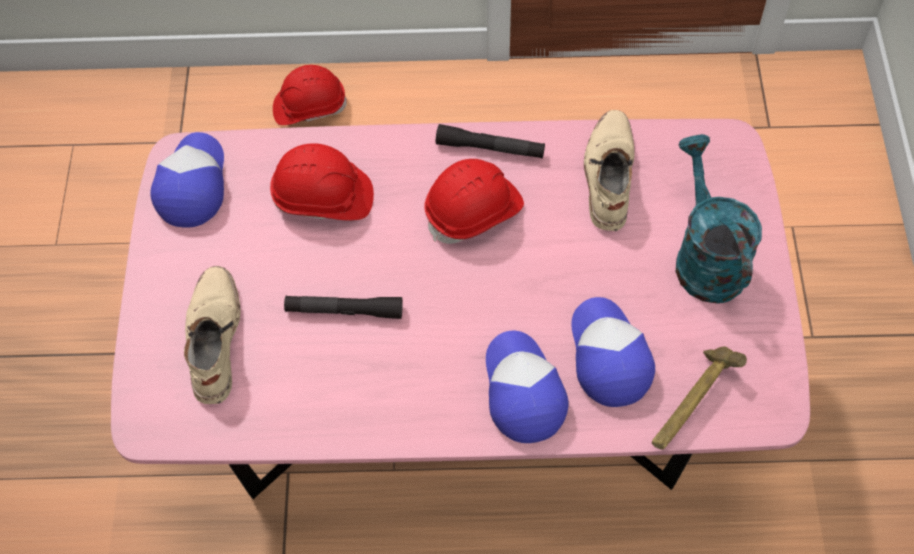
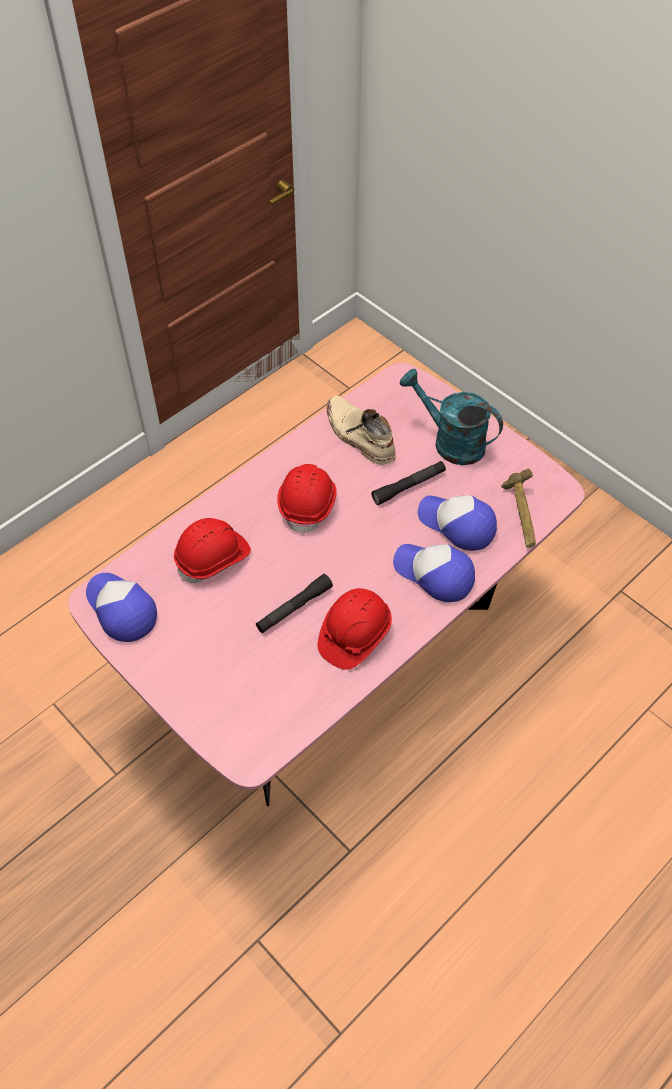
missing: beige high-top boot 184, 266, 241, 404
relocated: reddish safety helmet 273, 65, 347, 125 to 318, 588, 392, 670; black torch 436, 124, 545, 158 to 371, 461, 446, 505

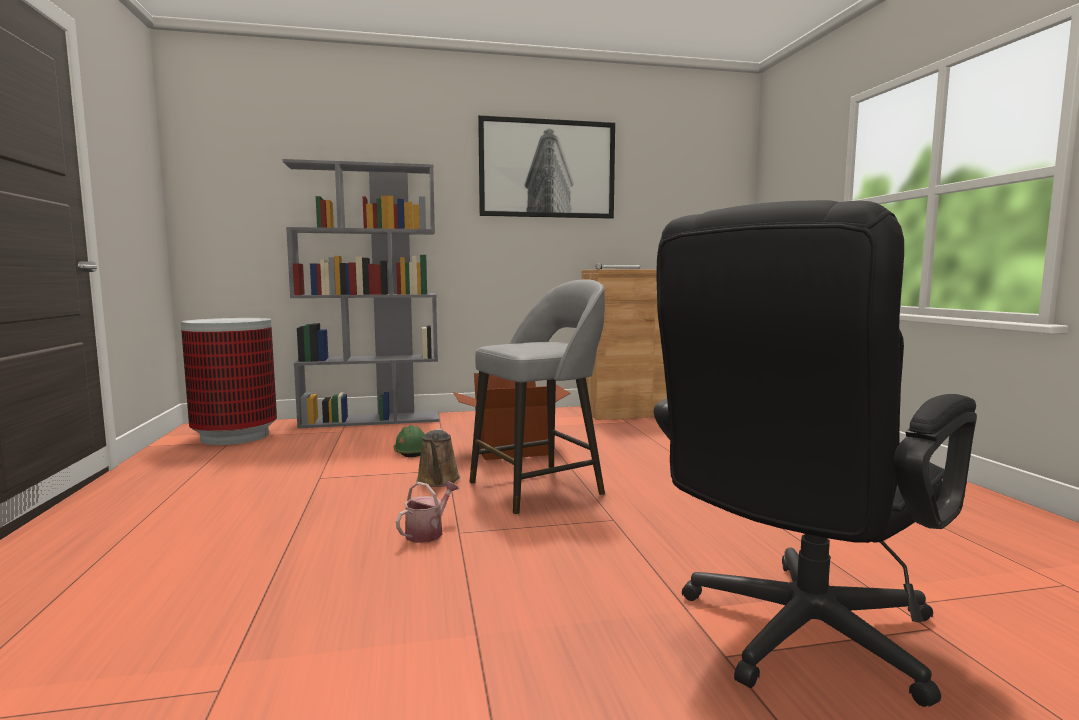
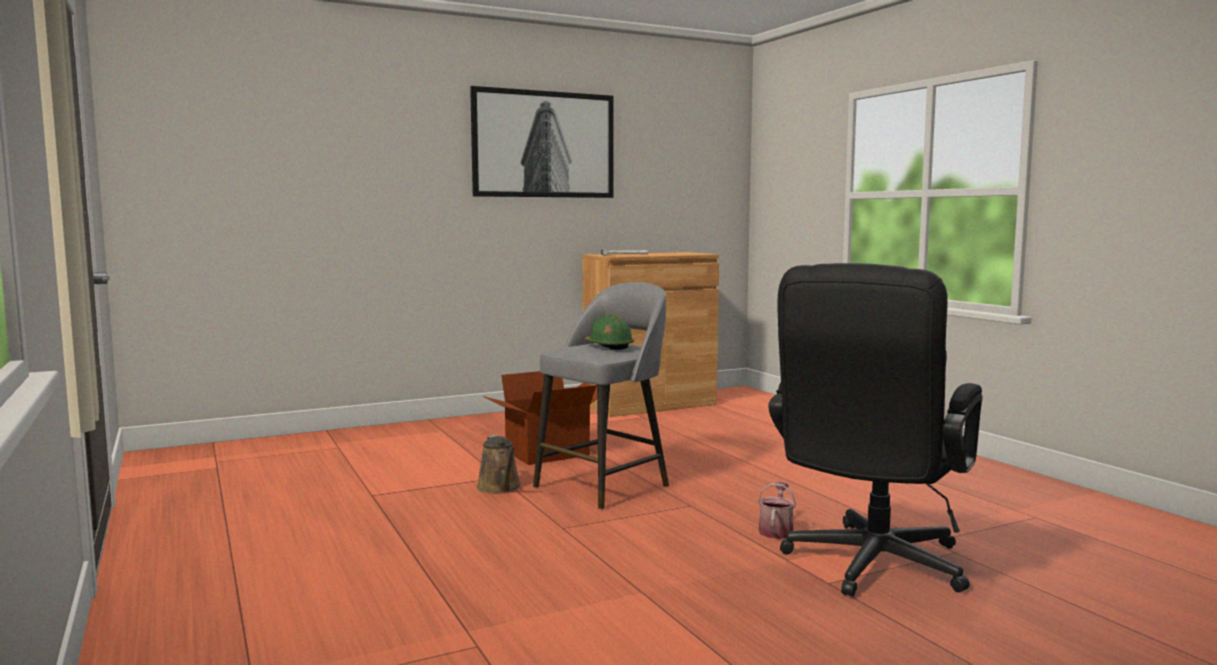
missing: rubbish bin 181, 318, 277, 445; greyish bookshelf 282, 159, 439, 428
relocated: green-coloured safety helmet 393, 425, 425, 457 to 585, 314, 634, 350; sprinkling can 396, 481, 459, 543 to 758, 482, 796, 539

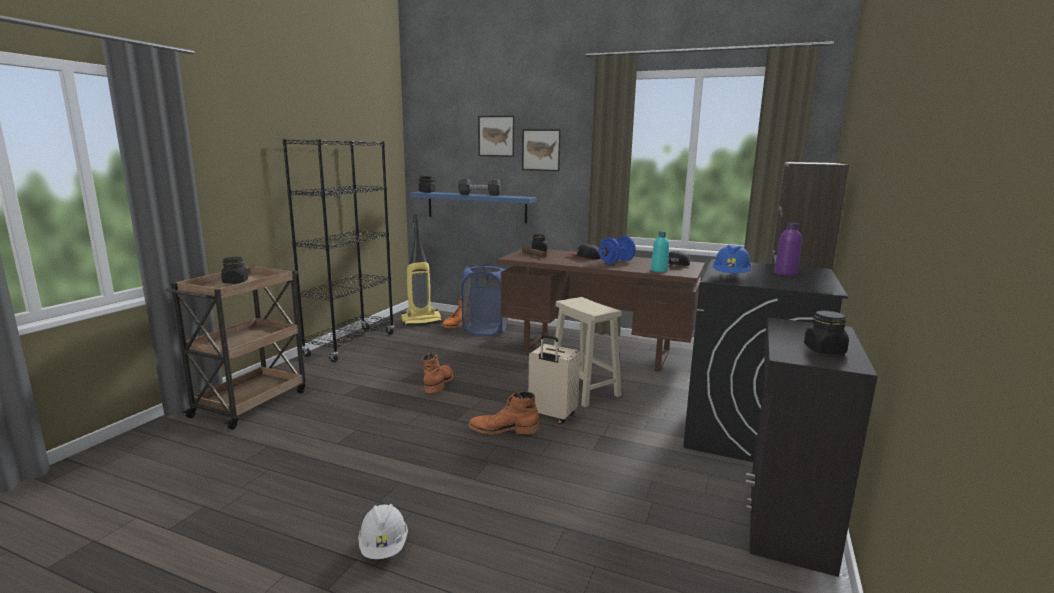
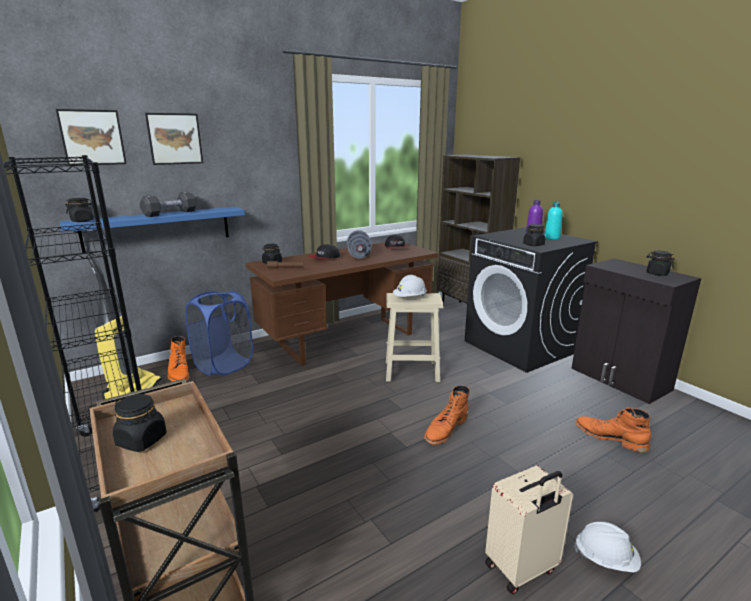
appeared: white-coloured safety helmet 393, 275, 427, 297
relocated: orangey high-top boot 422, 353, 454, 393 to 576, 408, 651, 452; wall art 522, 129, 561, 171 to 56, 109, 127, 165; beige piece of luggage 528, 335, 580, 424 to 485, 465, 573, 595; turquoise beverage bottle 651, 232, 669, 272 to 544, 202, 563, 240
exchanged: blue safety helmet 713, 244, 752, 273 to black preserve jar 523, 224, 545, 246
colour: blue hand weight 599, 236, 636, 264 to greyish hand weight 347, 230, 372, 259

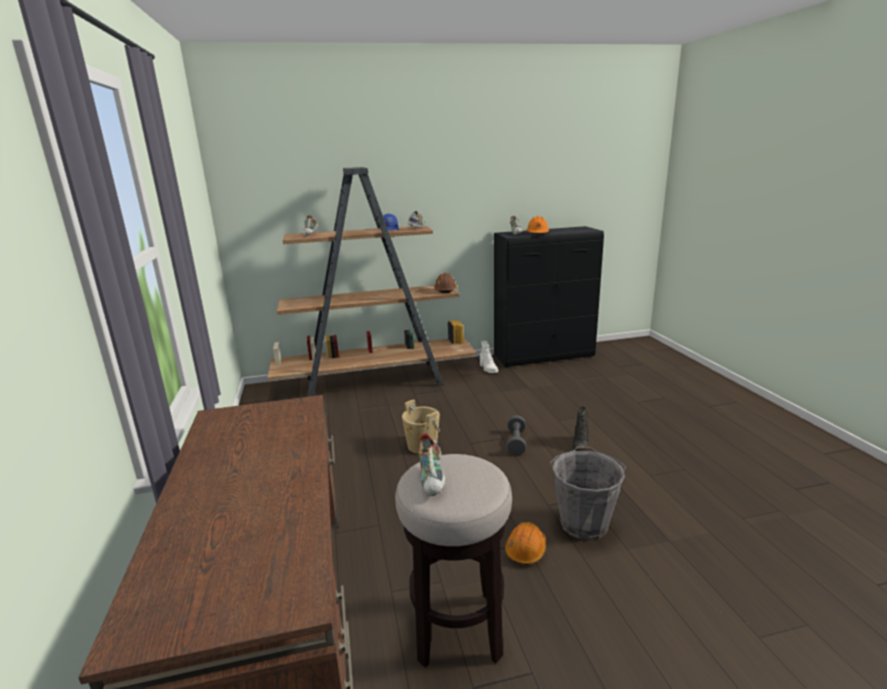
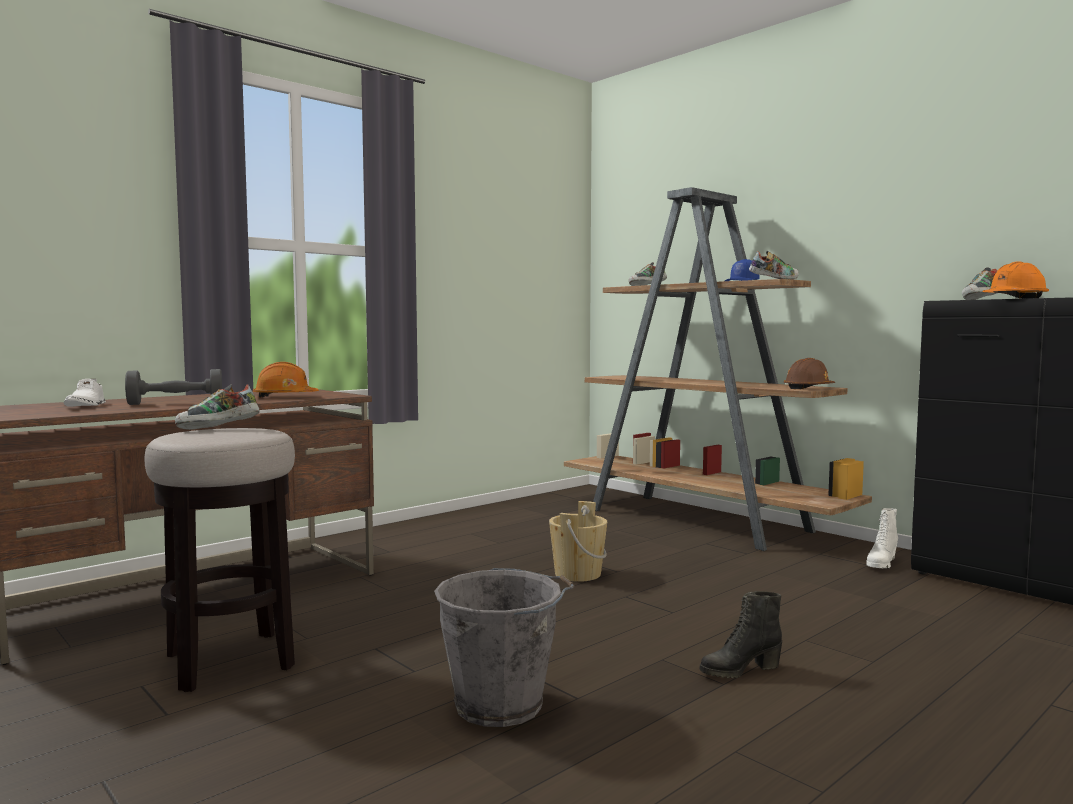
appeared: white-coloured shoe 64, 379, 106, 407
relocated: orangey safety helmet 505, 522, 546, 565 to 253, 362, 319, 398; greyish hand weight 506, 415, 526, 456 to 125, 369, 222, 405

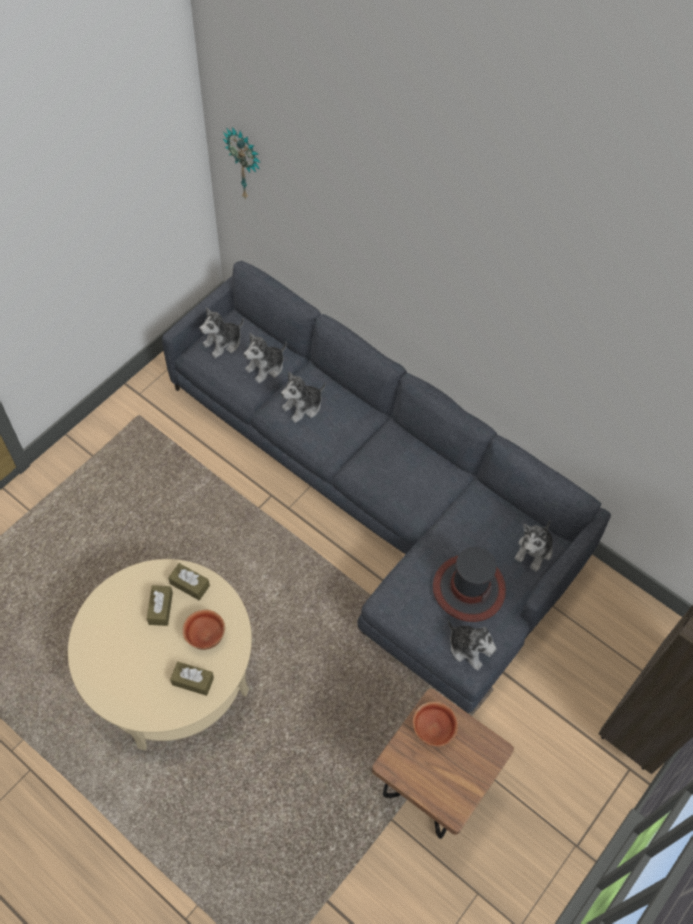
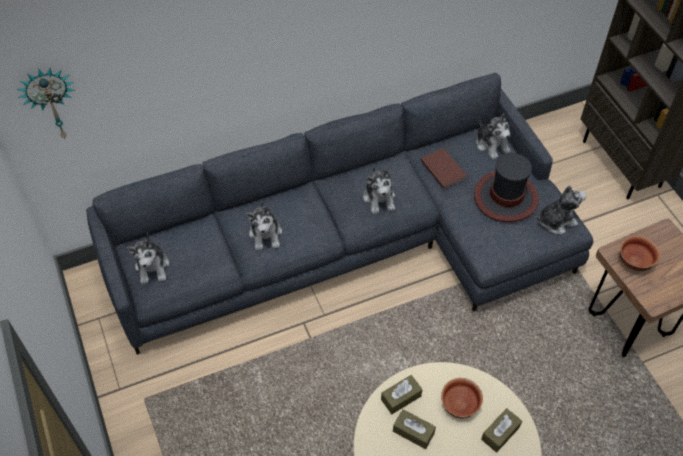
appeared: brown book 421, 148, 467, 189
relocated: plush toy 244, 333, 287, 383 to 363, 166, 395, 214

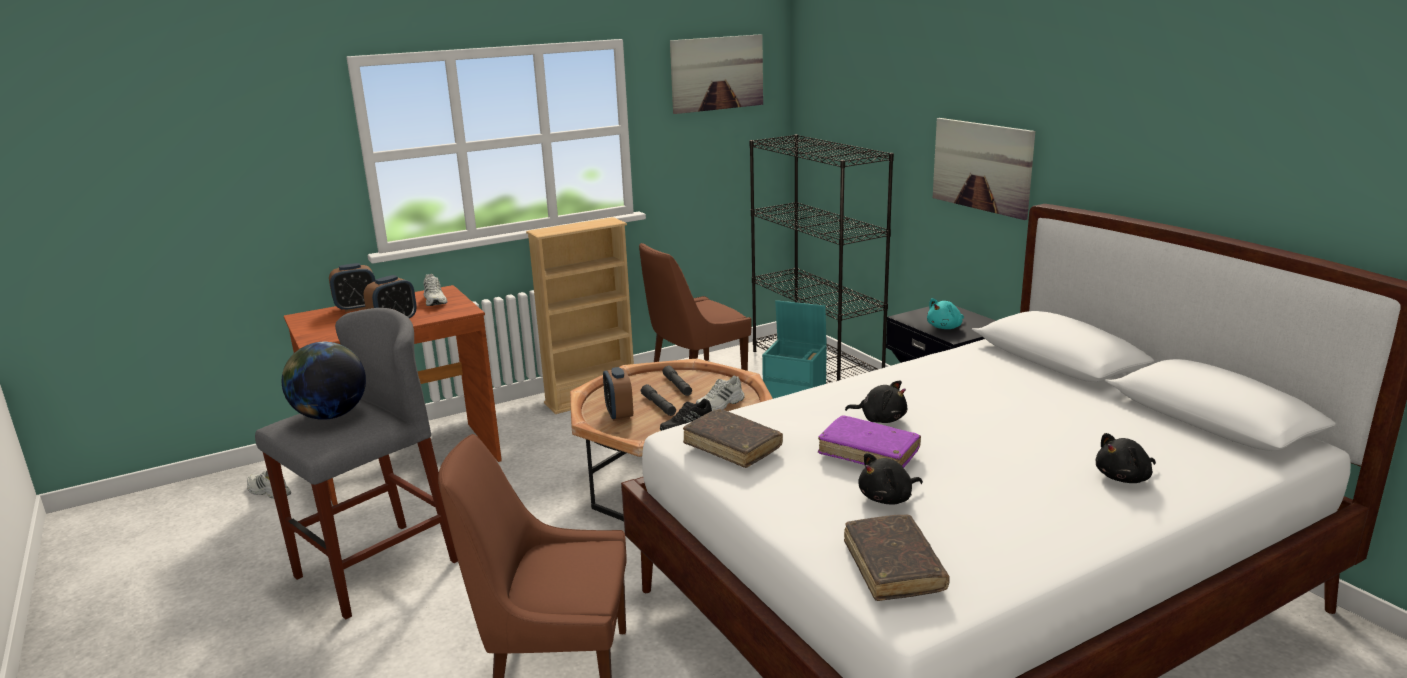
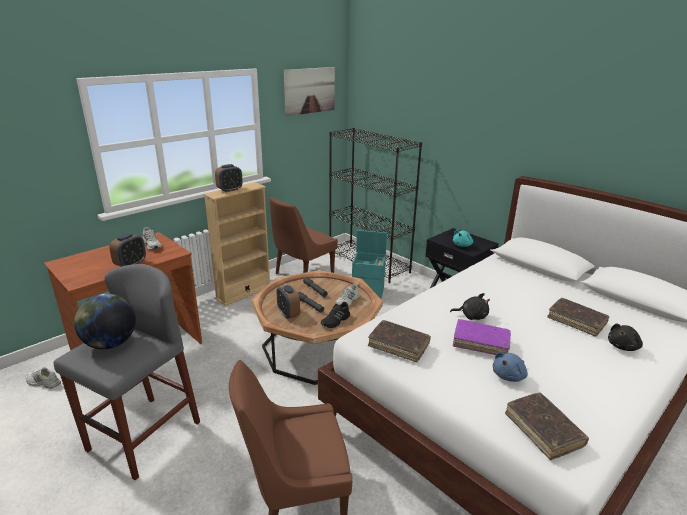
missing: wall art 933, 118, 1035, 220
appeared: brown book 547, 298, 609, 337
relocated: bedside clock 329, 263, 375, 312 to 215, 164, 243, 192
colour: black plush toy 858, 453, 923, 504 to blue plush toy 492, 351, 528, 382

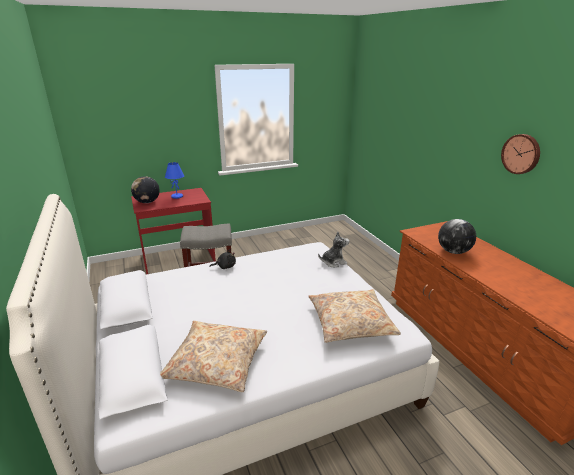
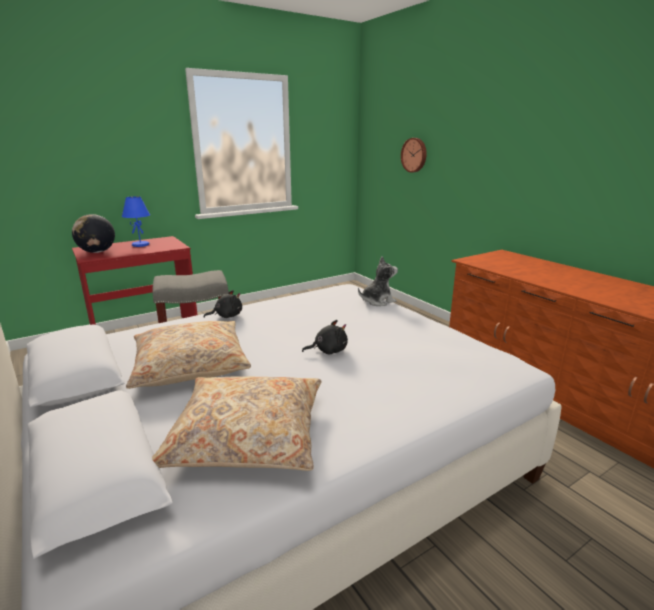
missing: globe 438, 219, 476, 254
appeared: black plush toy 302, 320, 348, 355
relocated: beige cushion 309, 289, 401, 343 to 126, 321, 251, 389; wall clock 501, 134, 540, 174 to 401, 138, 427, 173

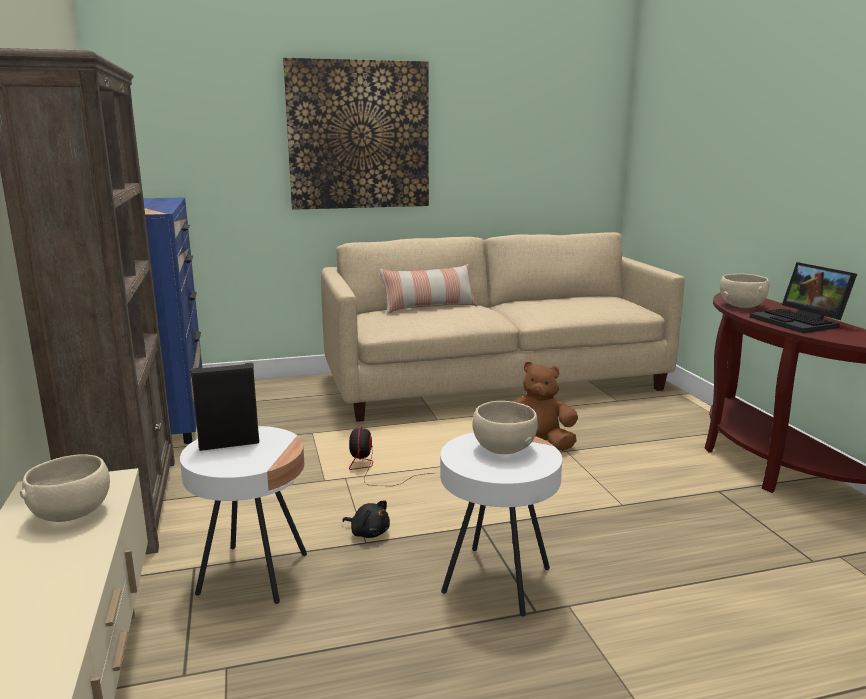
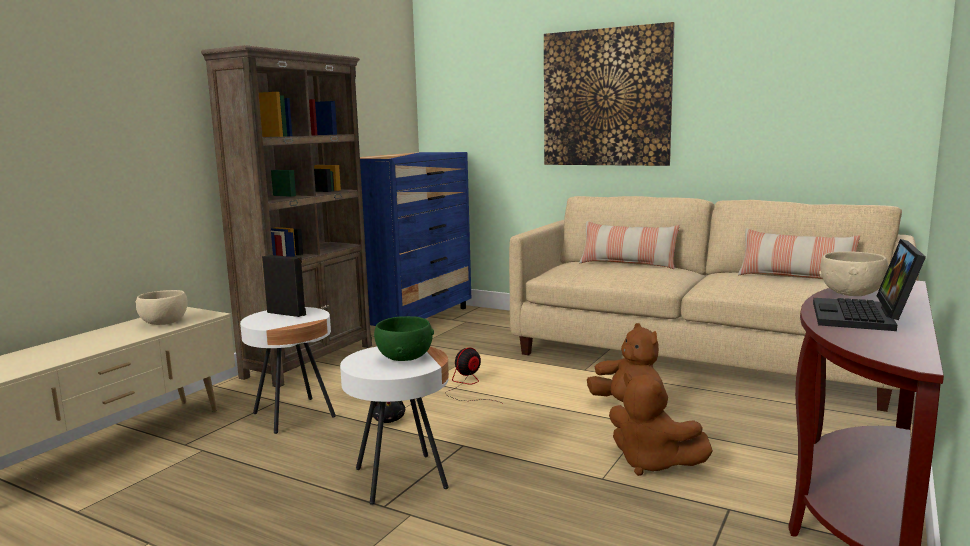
appeared: brown plush toy 609, 373, 713, 476; cushion 738, 228, 860, 279
colour: beige serving bowl 472, 401, 538, 454 to green-coloured serving bowl 374, 316, 434, 361

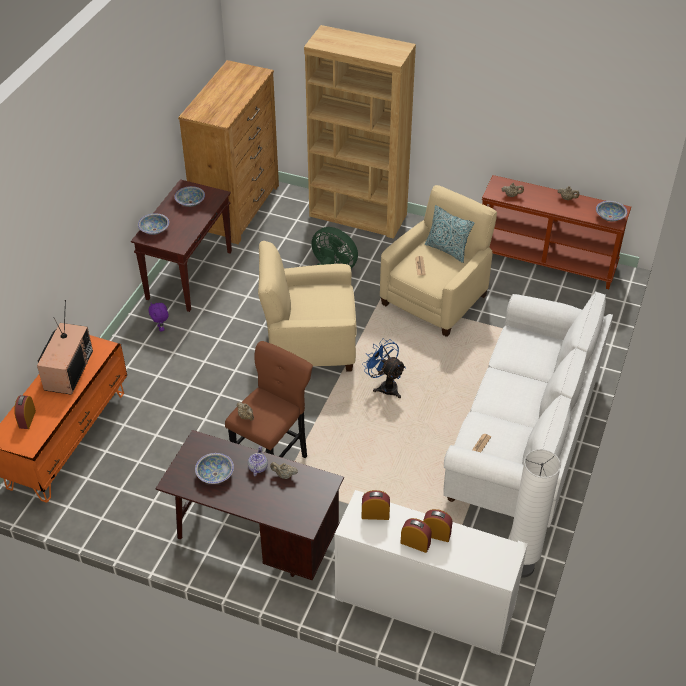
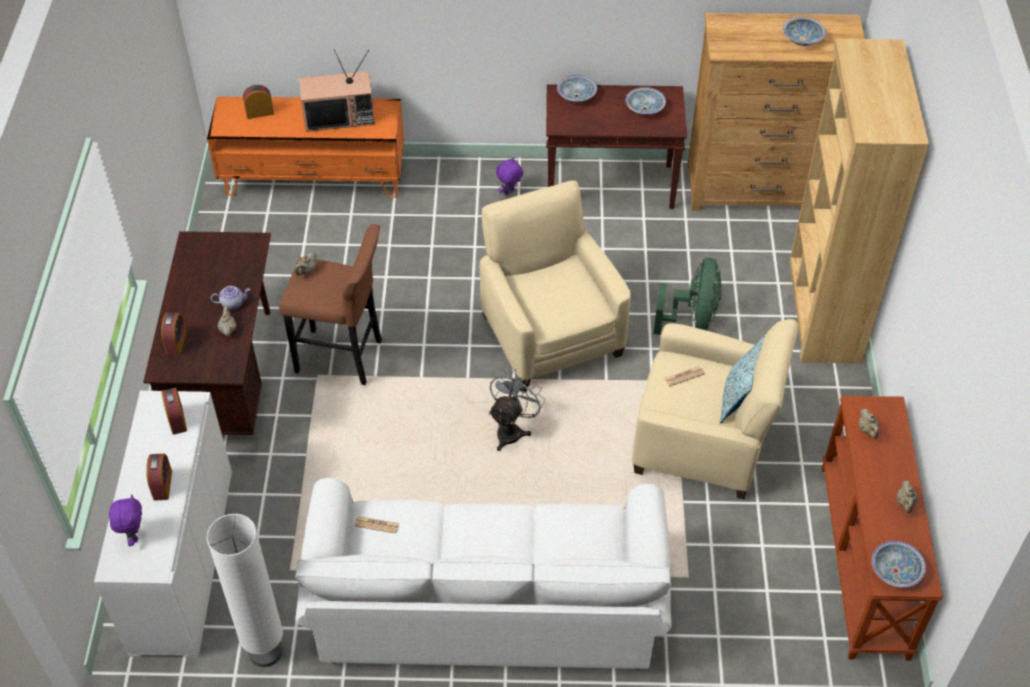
appeared: purplish plush toy 109, 494, 142, 546
relocated: serving bowl 195, 453, 234, 484 to 783, 17, 826, 46; bedside clock 400, 518, 432, 553 to 161, 312, 187, 356
colour: blue cooling fan 362, 338, 406, 398 to greyish cooling fan 489, 369, 546, 451

